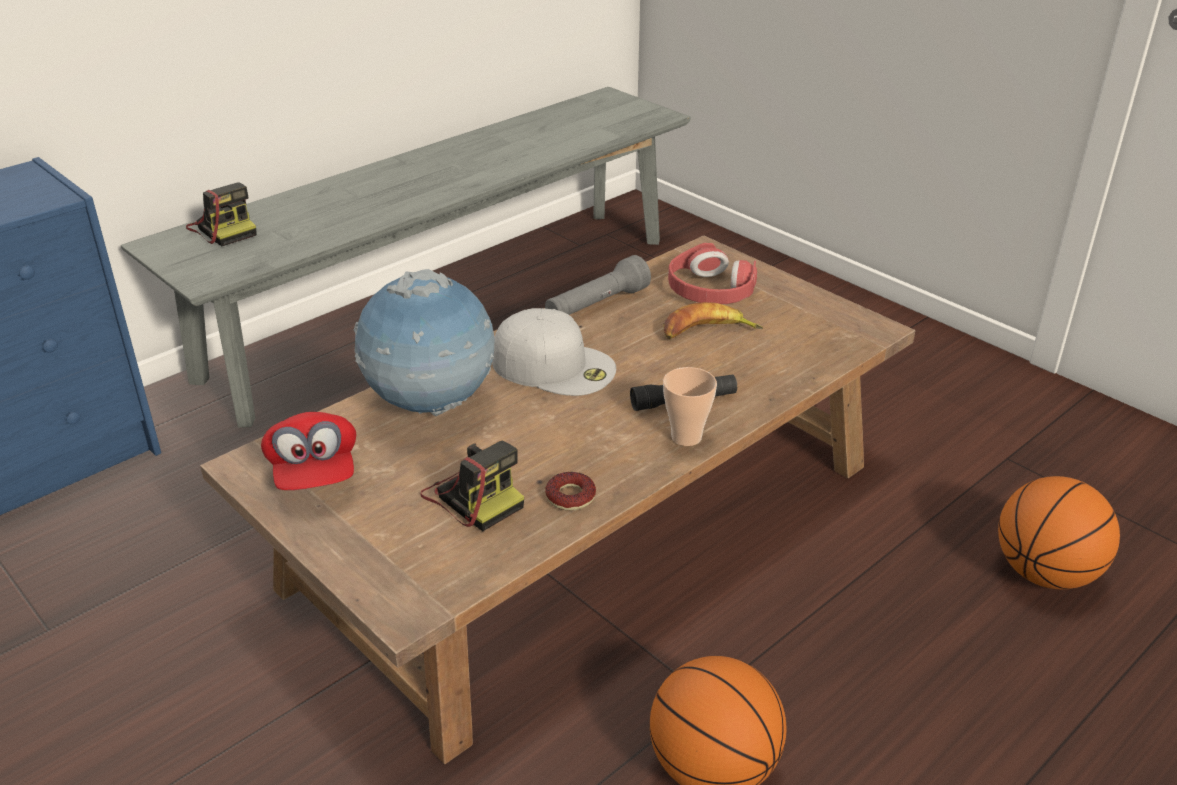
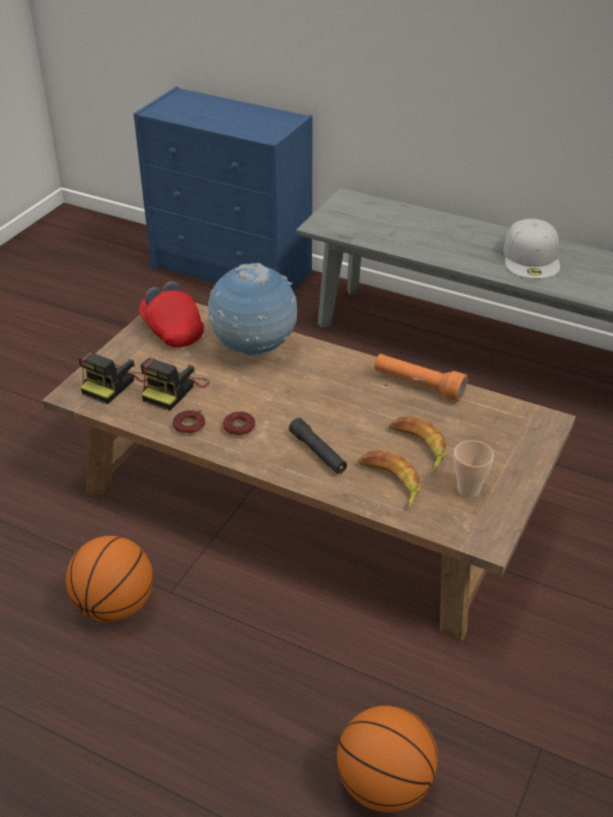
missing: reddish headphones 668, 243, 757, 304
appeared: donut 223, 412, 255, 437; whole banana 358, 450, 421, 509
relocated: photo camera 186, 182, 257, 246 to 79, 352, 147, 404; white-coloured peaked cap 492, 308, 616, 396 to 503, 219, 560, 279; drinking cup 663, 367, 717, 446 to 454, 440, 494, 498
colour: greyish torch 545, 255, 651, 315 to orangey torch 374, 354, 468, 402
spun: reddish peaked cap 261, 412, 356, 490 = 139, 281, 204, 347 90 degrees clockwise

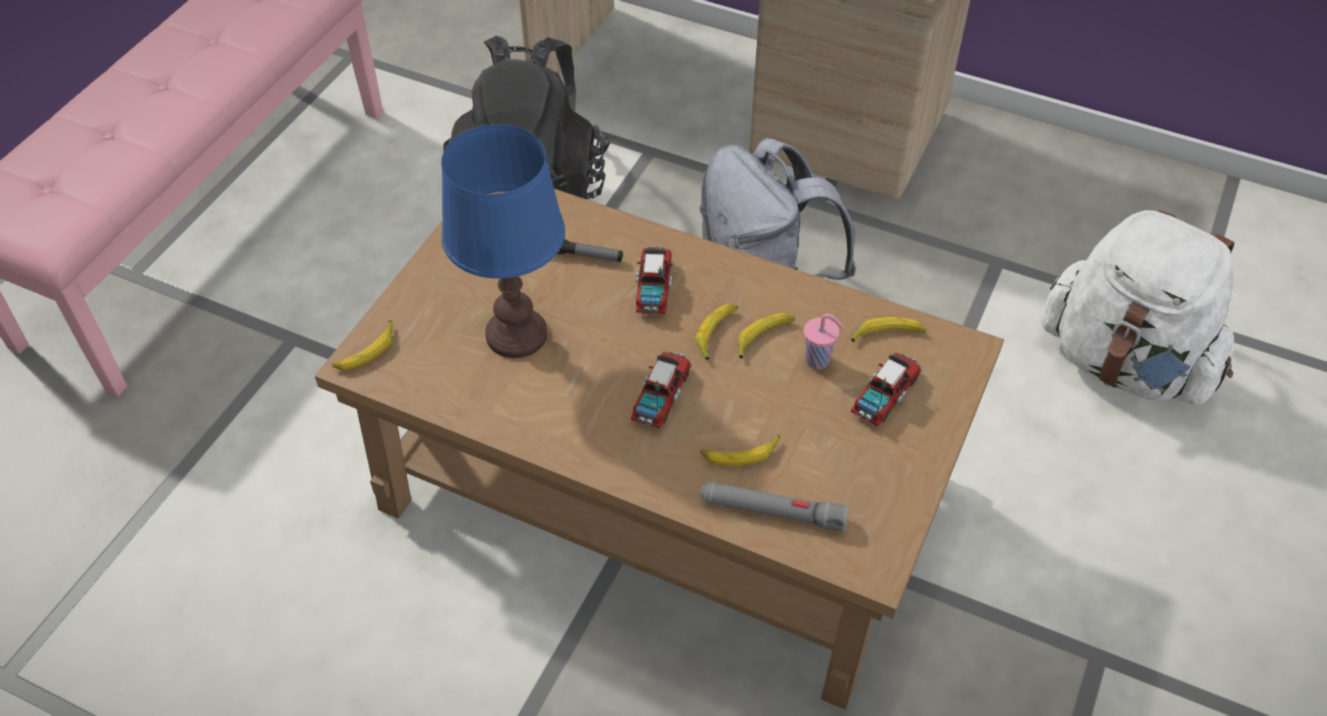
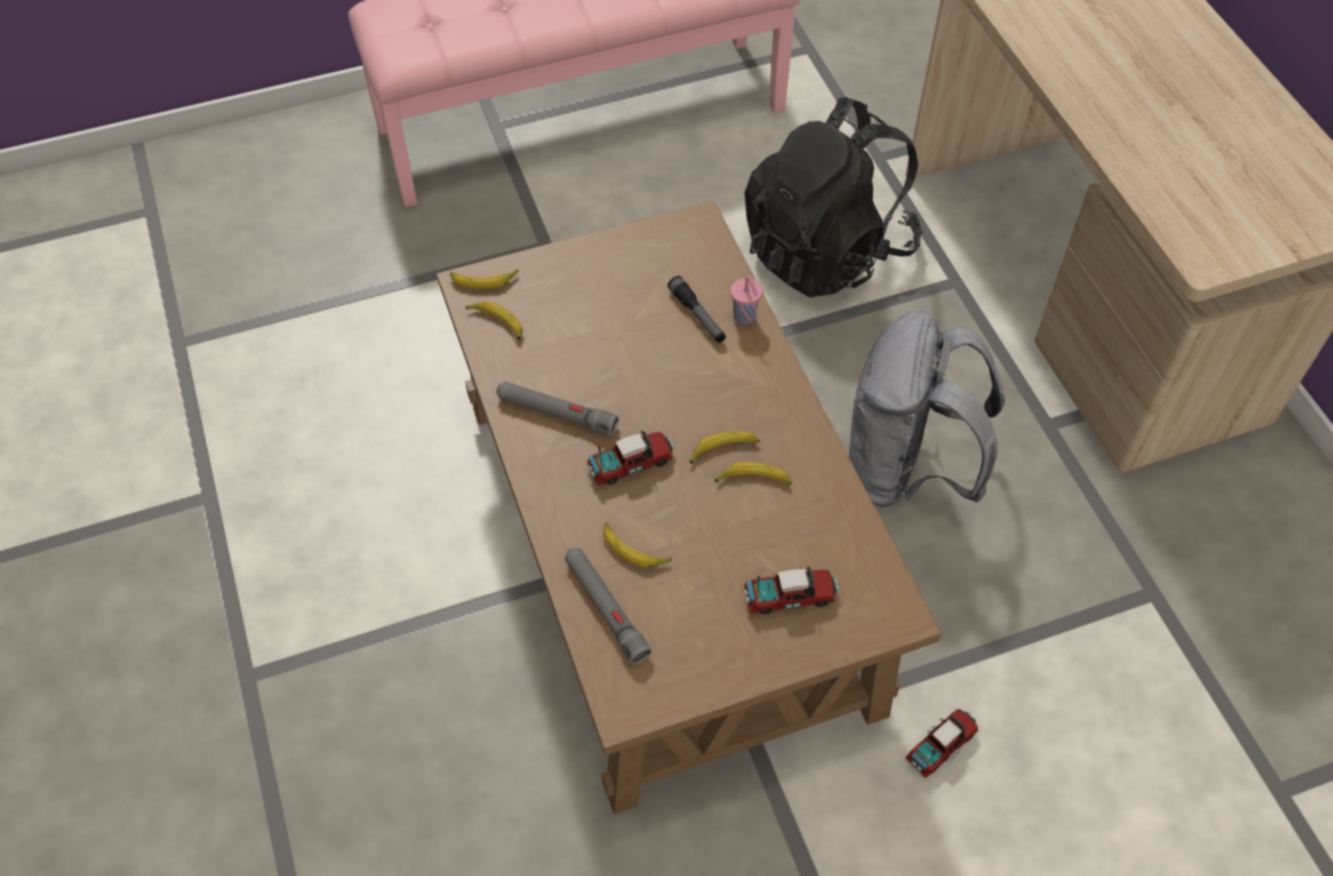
missing: blue table lamp 441, 124, 565, 358; white-coloured knapsack 1040, 210, 1234, 405
appeared: greyish torch 496, 382, 618, 436
relocated: model truck 635, 246, 673, 314 to 906, 709, 978, 778; pink drinking cup 804, 314, 844, 369 to 730, 276, 762, 325; whole banana 851, 317, 926, 342 to 466, 301, 523, 340

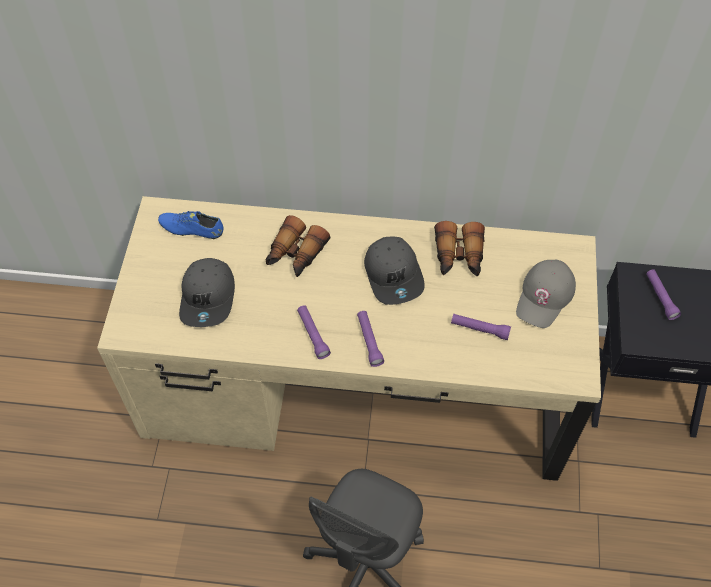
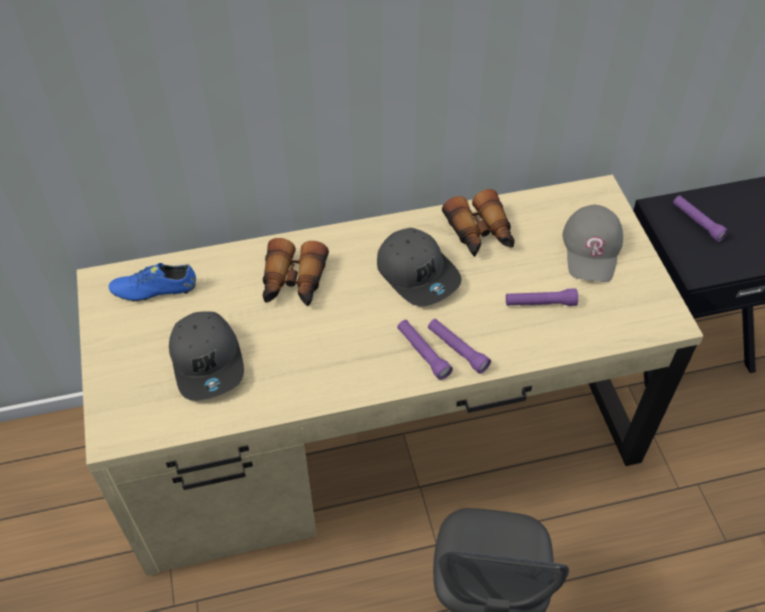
relocated: purplish torch 297, 305, 331, 359 to 428, 319, 491, 374

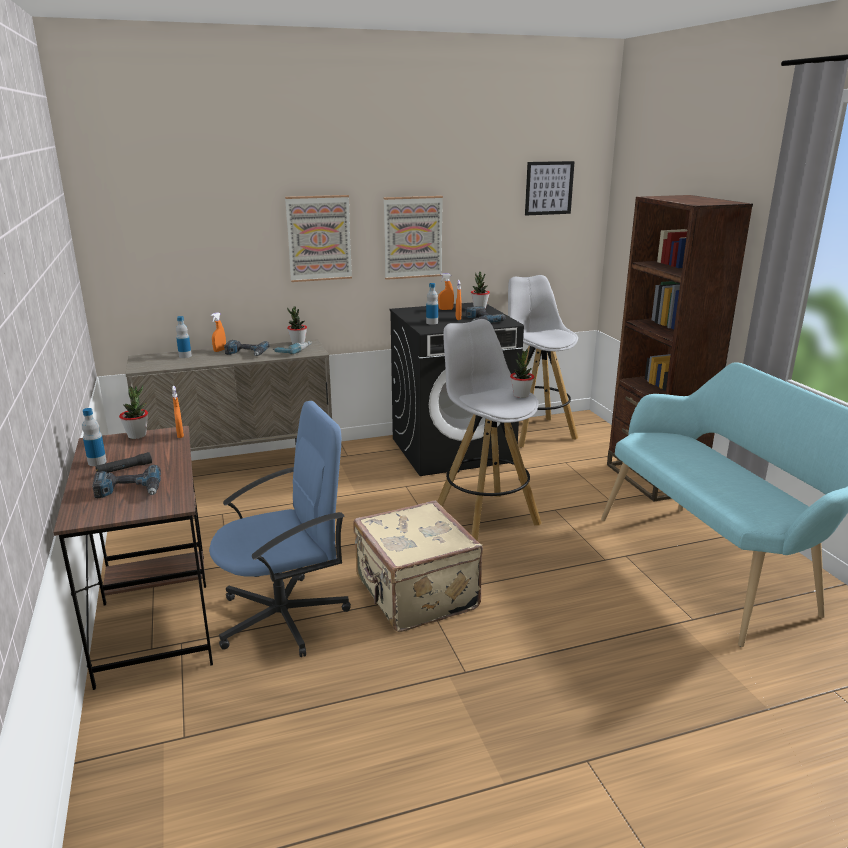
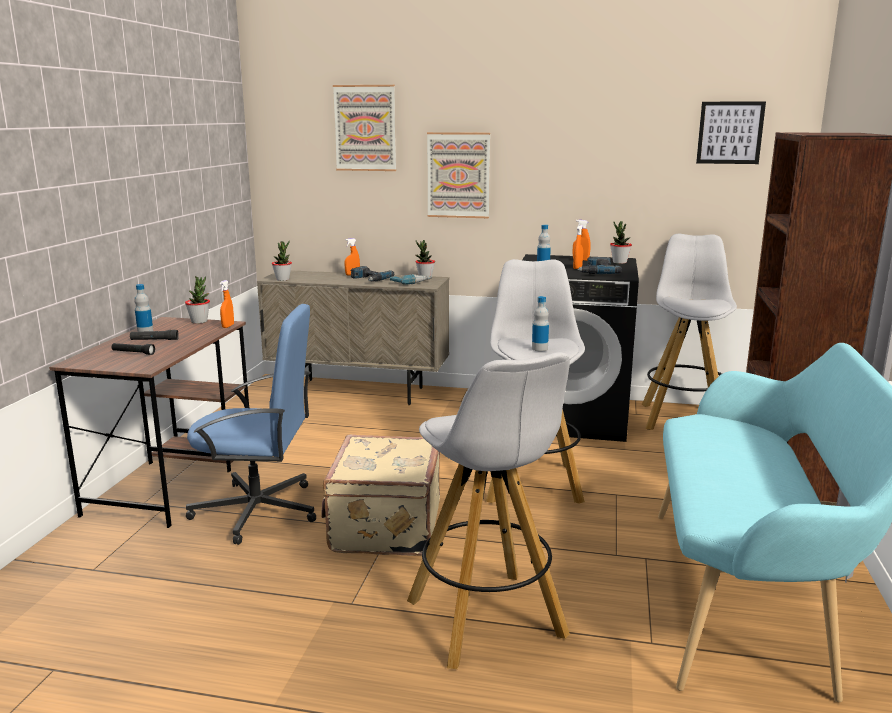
appeared: white-coloured stool seat 407, 352, 570, 669
relocated: beverage bottle 176, 316, 192, 358 to 532, 296, 549, 351; wall art 383, 196, 443, 280 to 333, 85, 396, 171; potted plant 510, 348, 534, 398 to 272, 241, 292, 281
exchanged: electric drill 92, 465, 161, 498 to black torch 112, 343, 155, 355

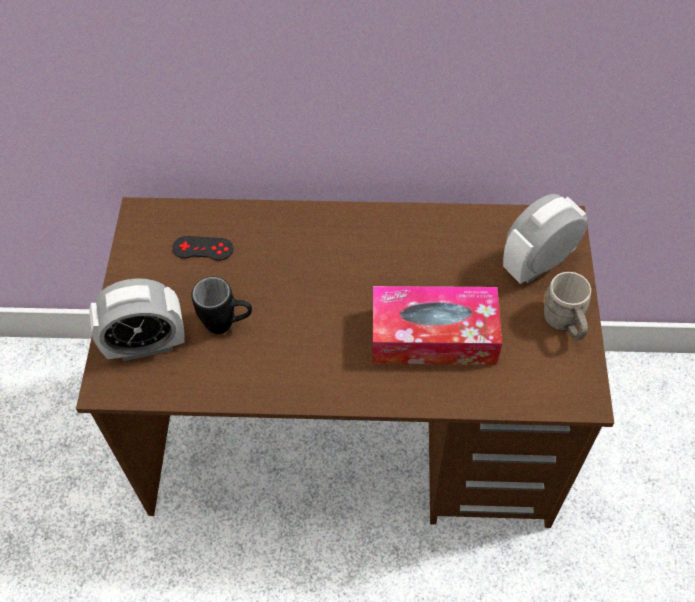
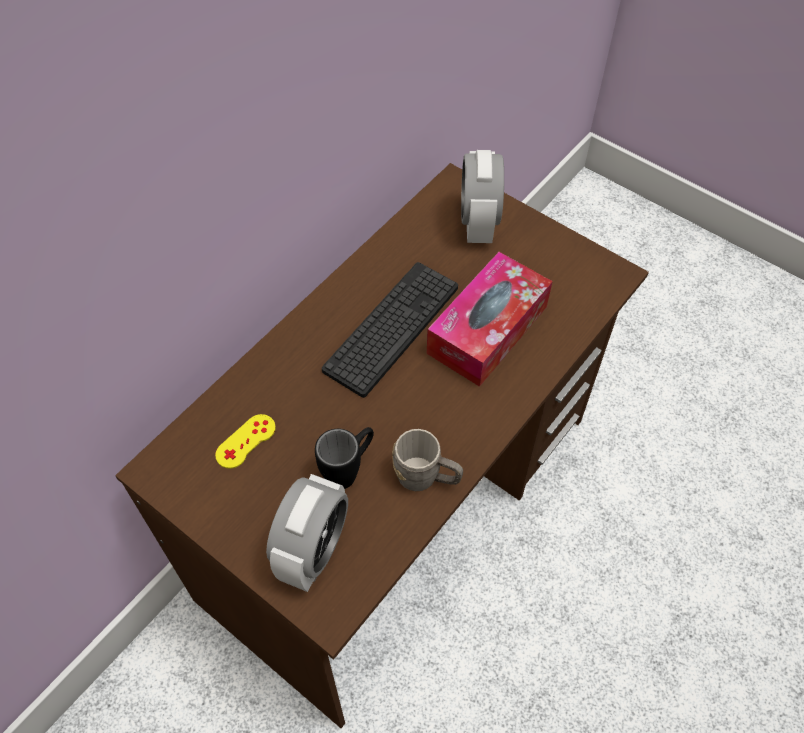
appeared: computer keyboard 322, 262, 458, 398
relocated: greyish coffee mug 543, 272, 591, 341 to 392, 429, 463, 491
colour: black game controller 172, 236, 233, 261 to yellow game controller 215, 414, 276, 469

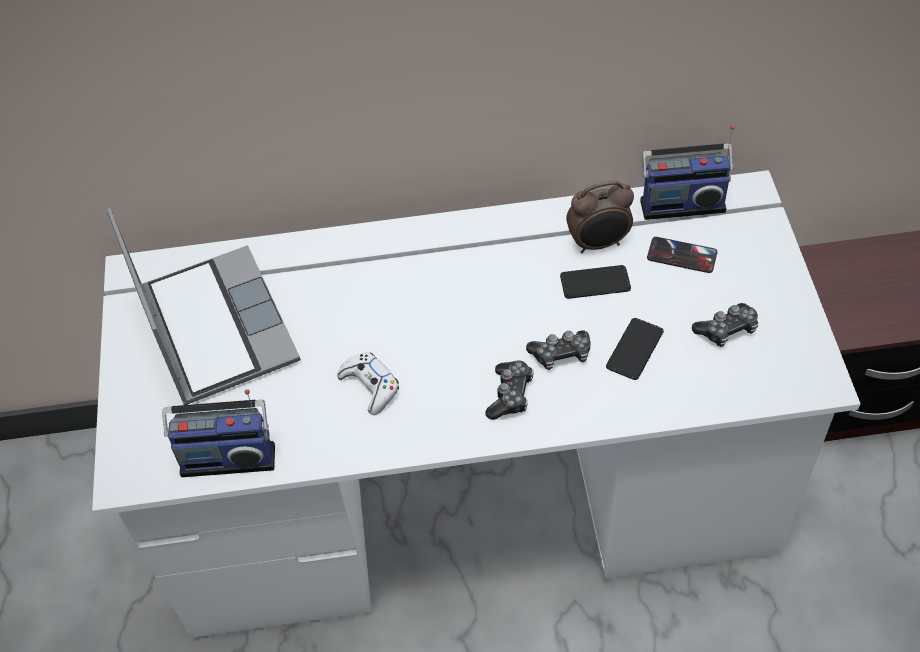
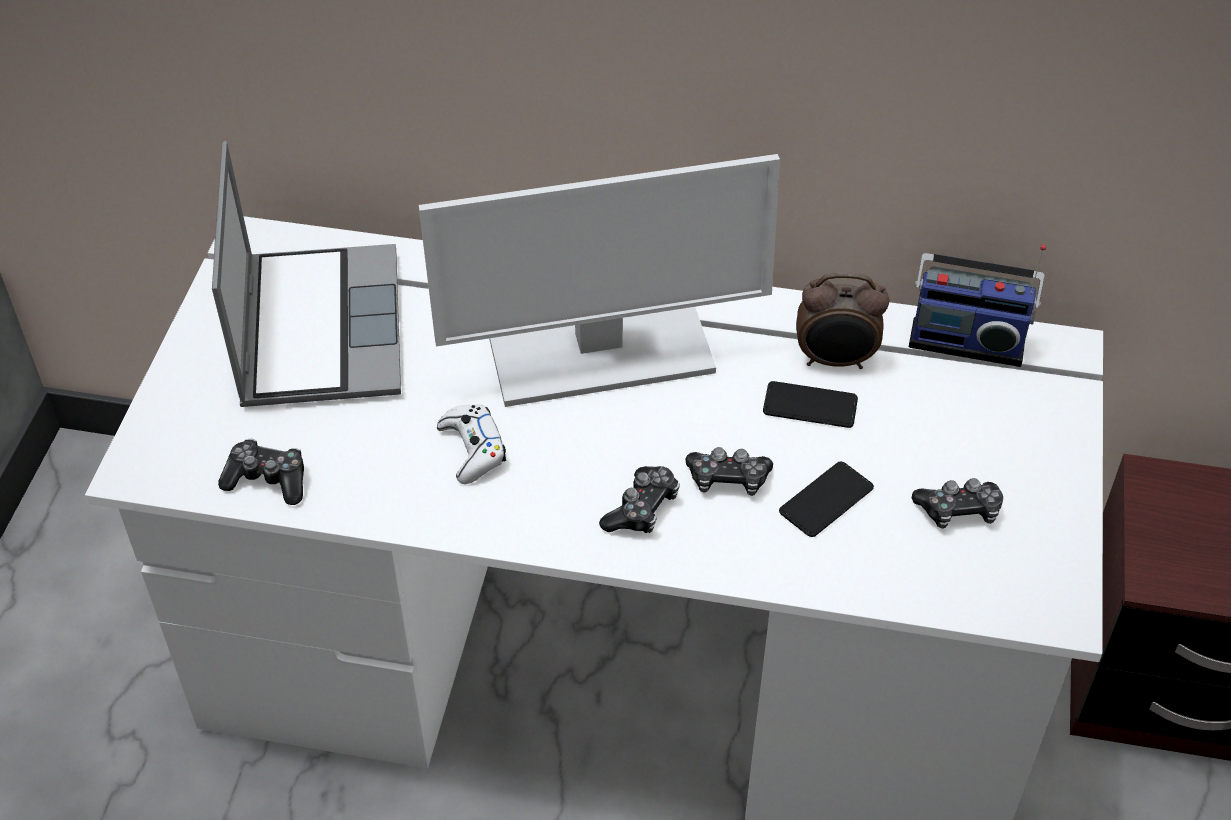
missing: telephone 647, 237, 717, 273
appeared: computer display 419, 154, 780, 407
exchanged: radio 162, 389, 275, 477 to game controller 218, 439, 304, 505

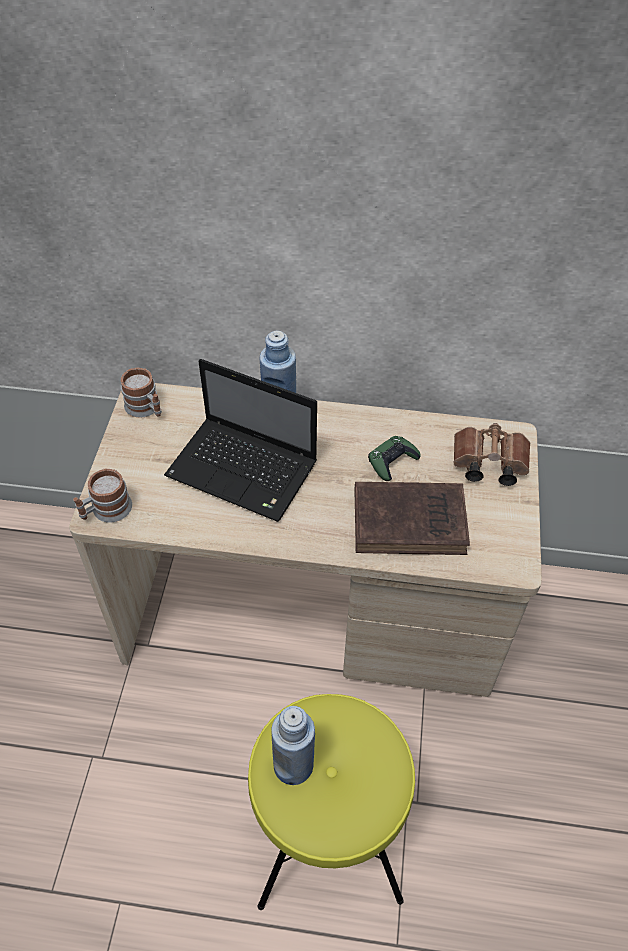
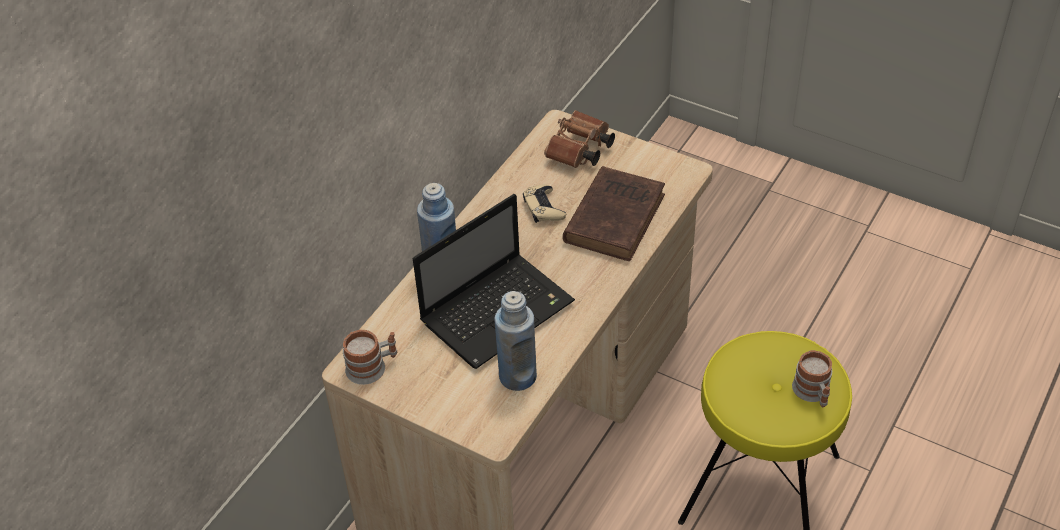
relocated: coffee mug 73, 468, 132, 523 to 792, 350, 832, 407; blue beverage bottle 271, 706, 315, 785 to 494, 291, 537, 391
colour: green-coloured game controller 368, 436, 421, 481 to beige game controller 523, 185, 566, 223

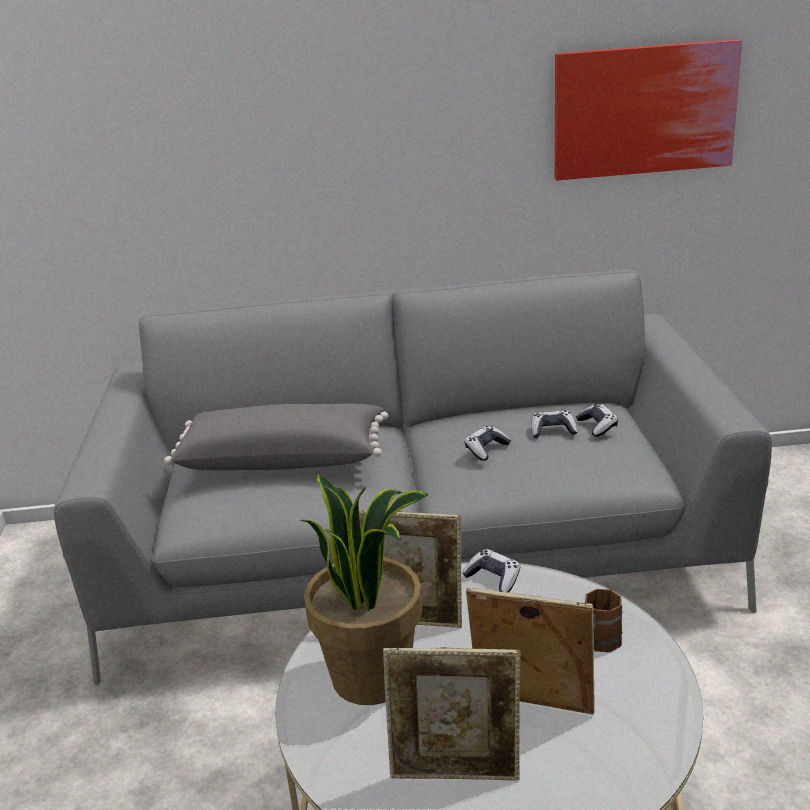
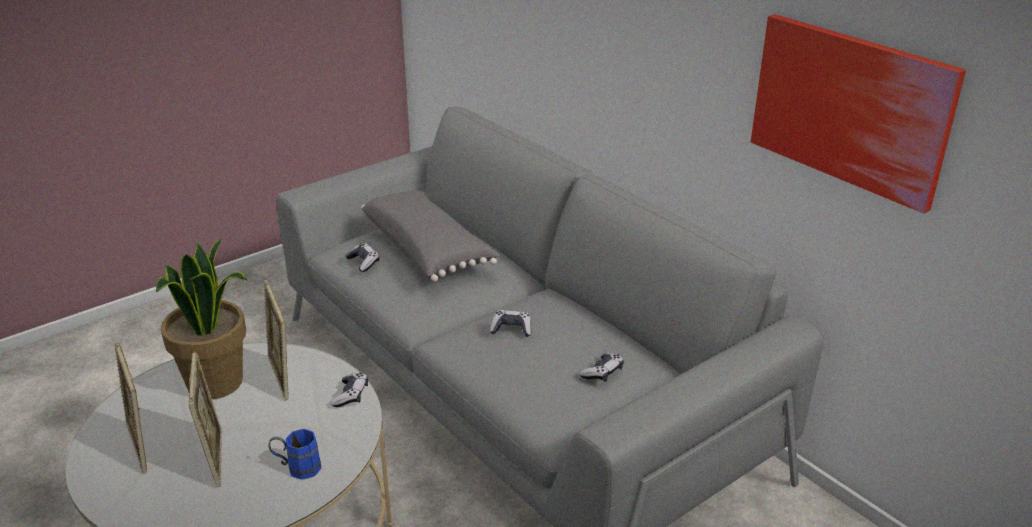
relocated: game controller 531, 410, 578, 438 to 345, 243, 380, 272
colour: brown coffee mug 585, 589, 623, 652 to blue coffee mug 268, 429, 322, 480

